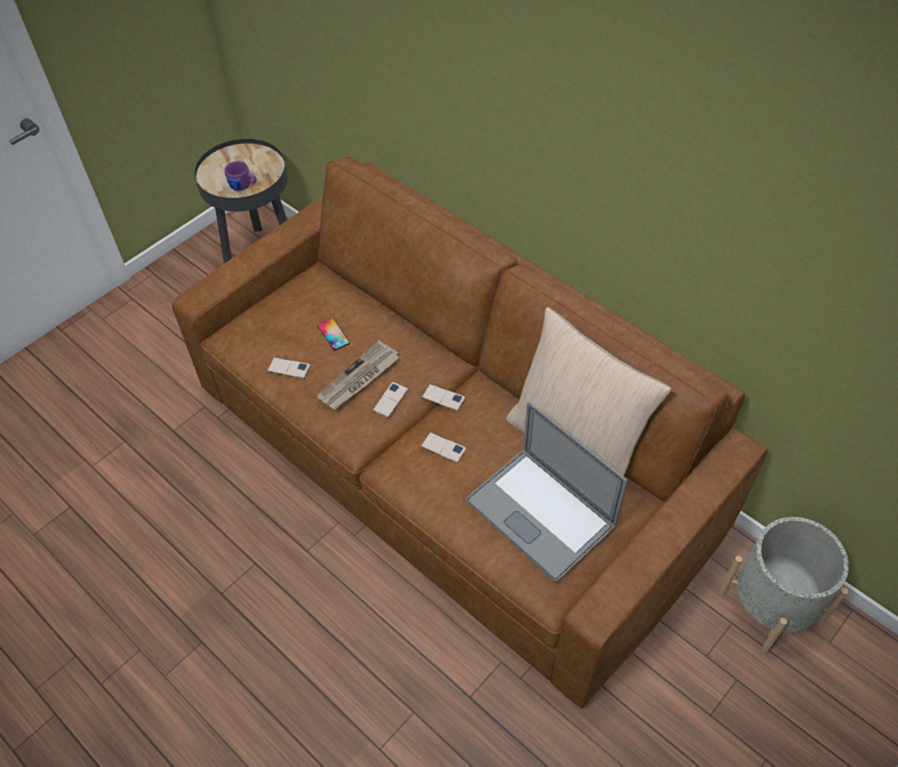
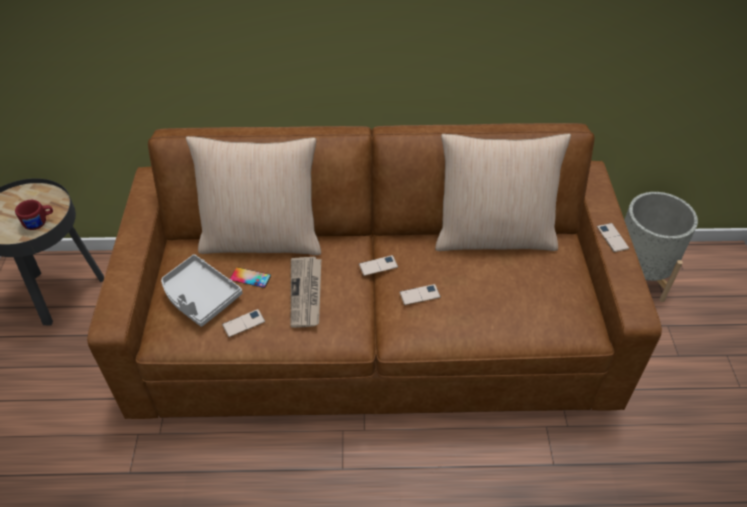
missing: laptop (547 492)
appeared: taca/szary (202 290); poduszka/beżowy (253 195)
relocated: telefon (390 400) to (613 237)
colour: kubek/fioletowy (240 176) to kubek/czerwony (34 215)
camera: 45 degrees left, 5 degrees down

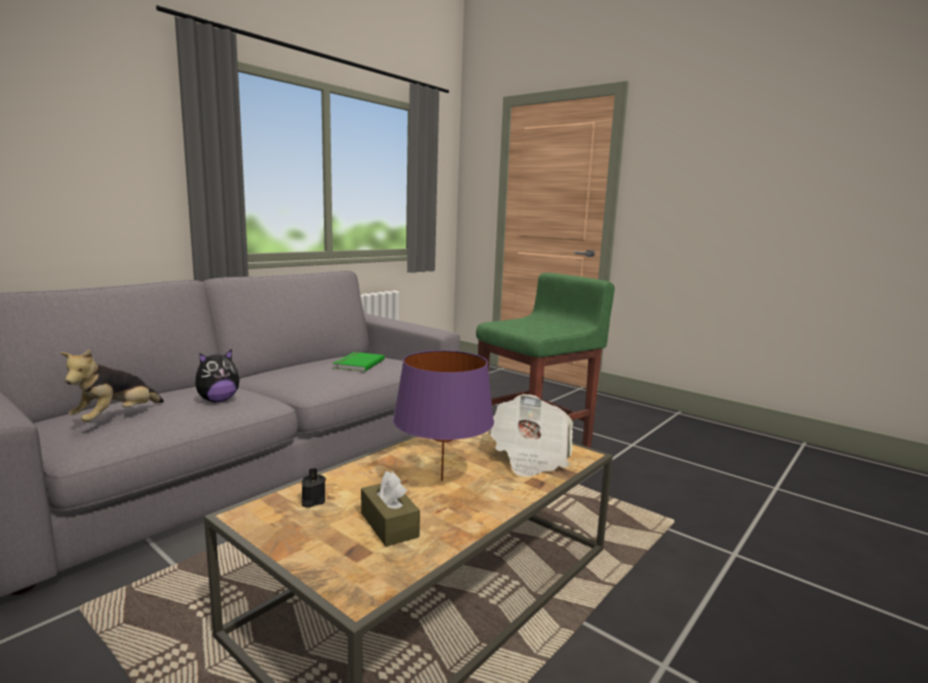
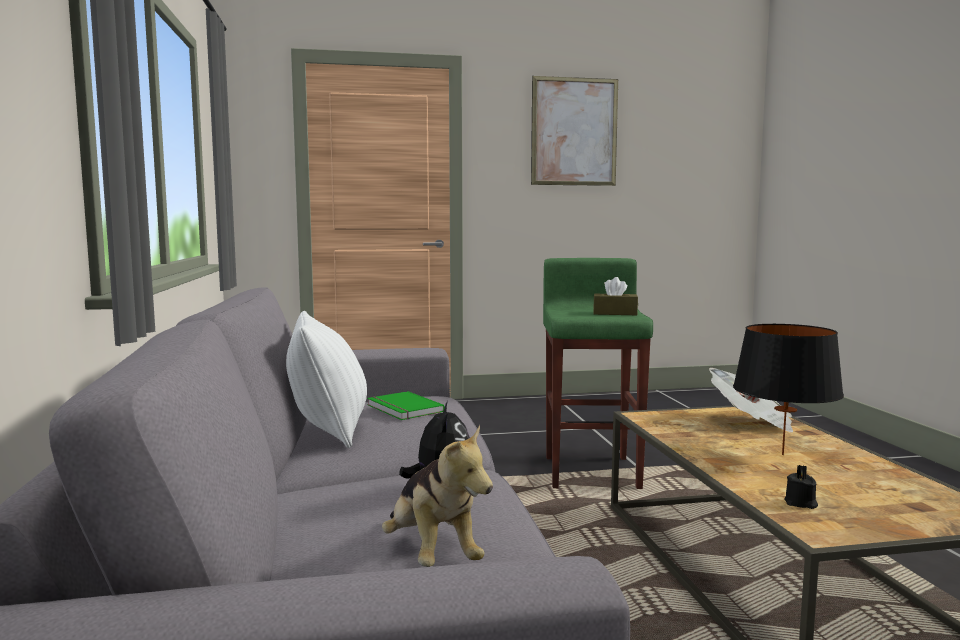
appeared: poduszka/biały (326 379); obraz (574 131)
relocated: pudełko chusteczek/brązowy (390 509) to (615 296)
colour: lampa stołowa/fioletowy (443 415) to lampa stołowa/czarny (788 389)
camera: 50 degrees left, 5 degrees down

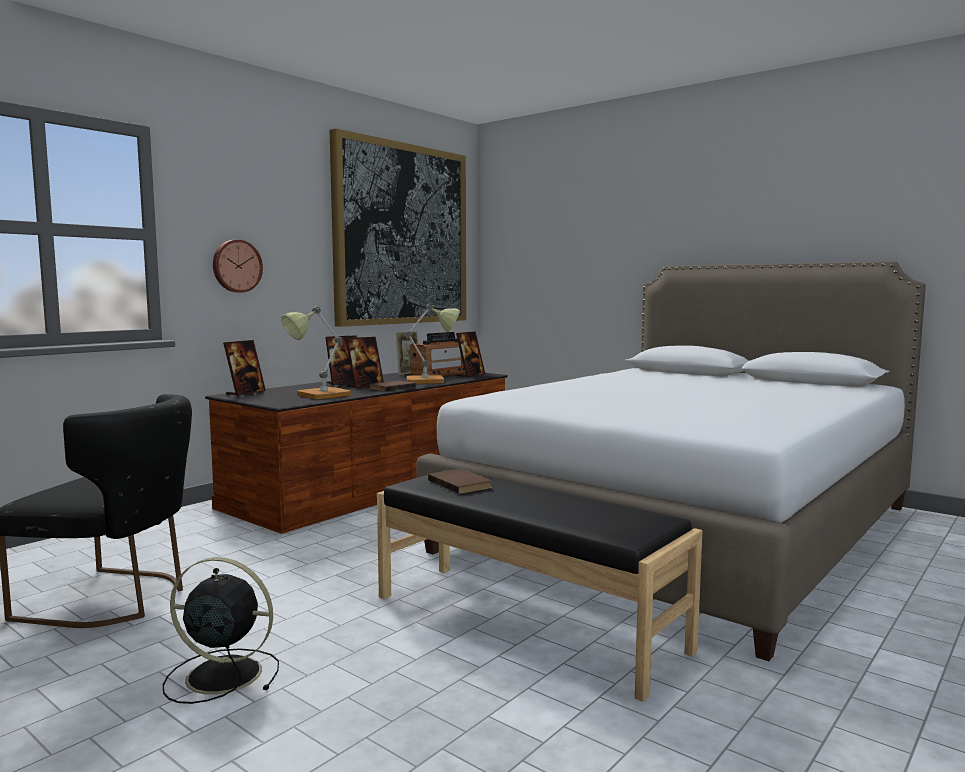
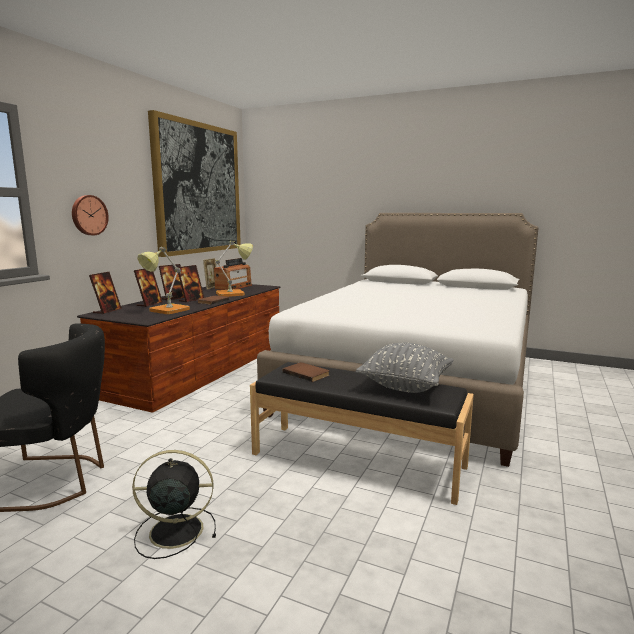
appeared: poduszka/szary (404 368)
relocated: ramka na zdjęcie (470 354) to (148 288)
camera: 15 degrees left, 5 degrees up

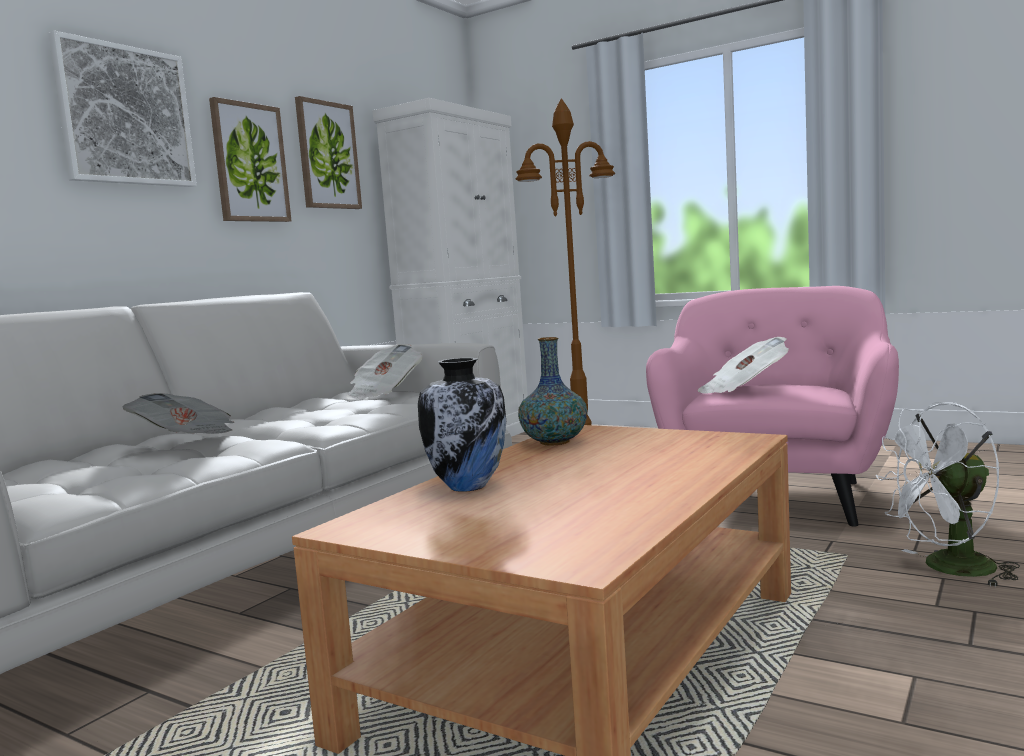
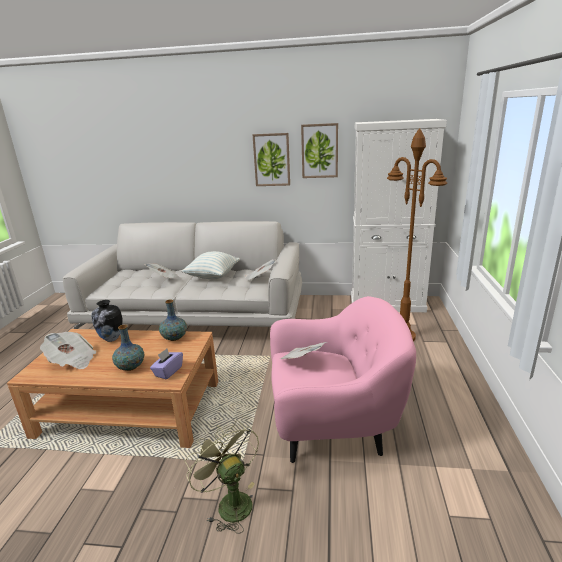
missing: obraz (122 108)
appeared: gazeta (68 350); wazon (128 348); pudełko chusteczek/fioletowy (166 364); poduszka (210 265)
colour: wentylator/biały (948 494) to wentylator/zielony (222 477)
camera: 65 degrees right, 15 degrees up

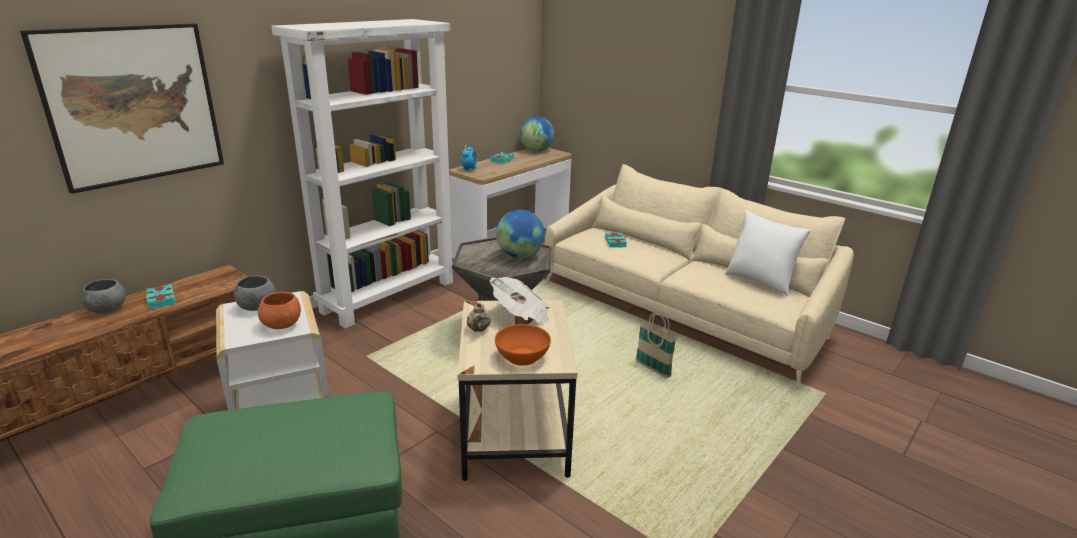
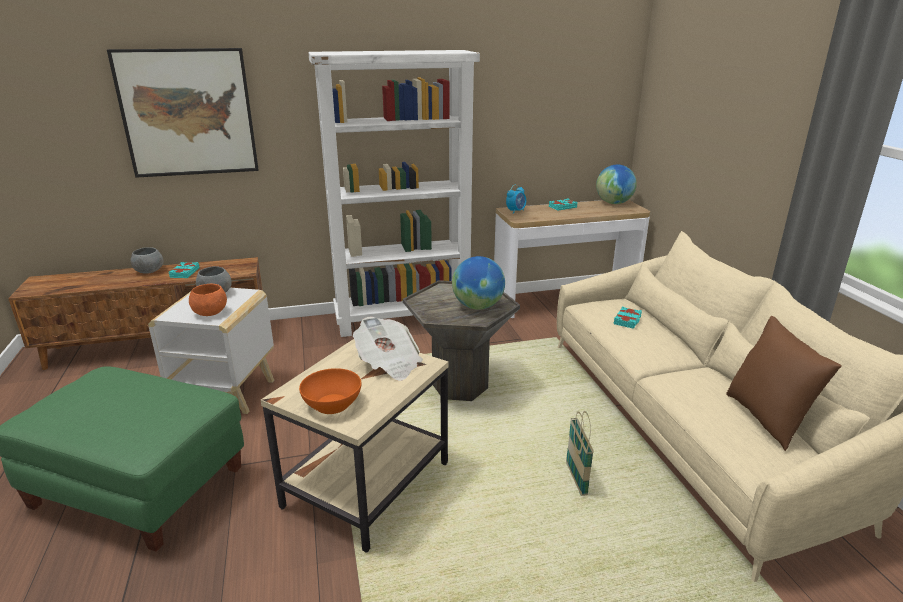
missing: imbryk/beżowy (479 317)
colour: poduszka/biały (768 253) to poduszka/brązowy (784 383)
camera: 35 degrees right, 0 degrees up

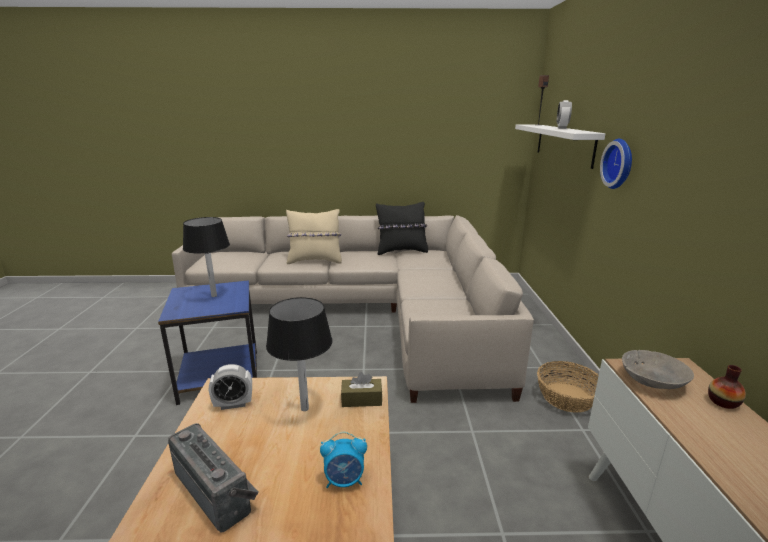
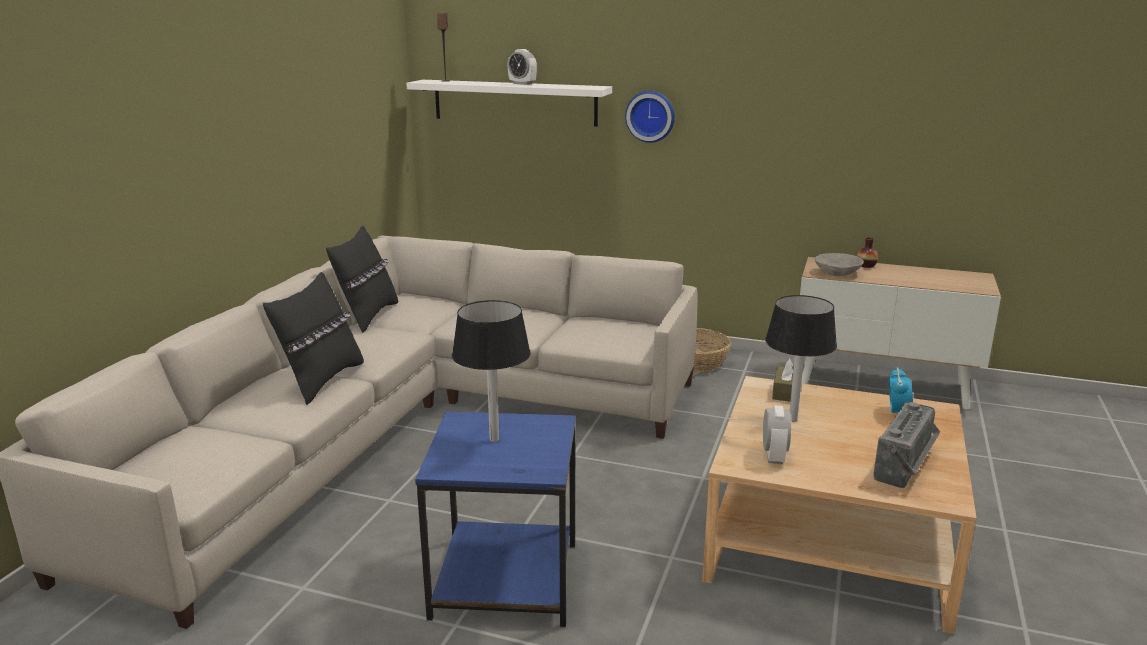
colour: poduszka/beżowy (314 236) to poduszka/czarny (313 338)
spun: radio (213 478) = (906 445) 150 degrees clockwise
camera: 70 degrees left, 0 degrees up

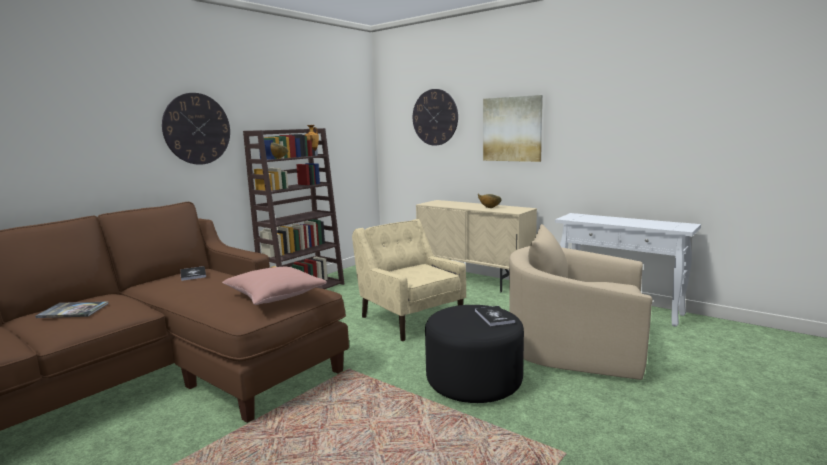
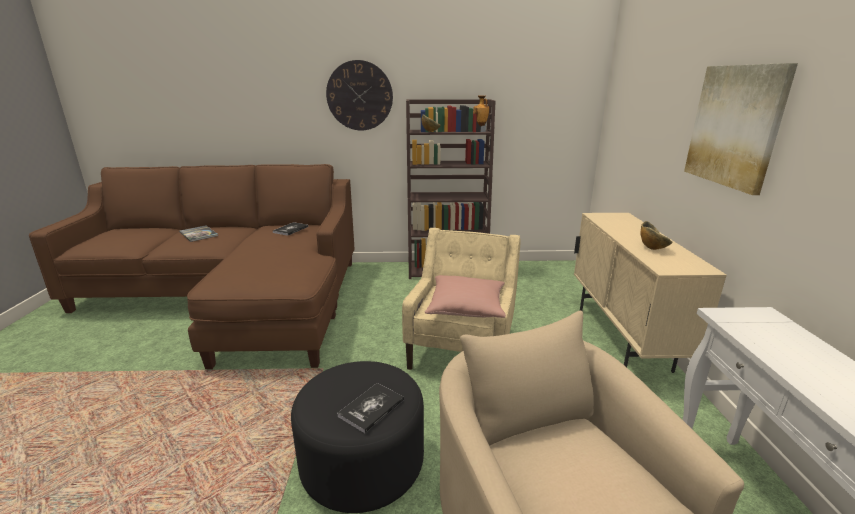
missing: zegar ścienny (435 117)
relocated: poduszka/różowy (274 286) to (465 296)
camera: 50 degrees right, 10 degrees up

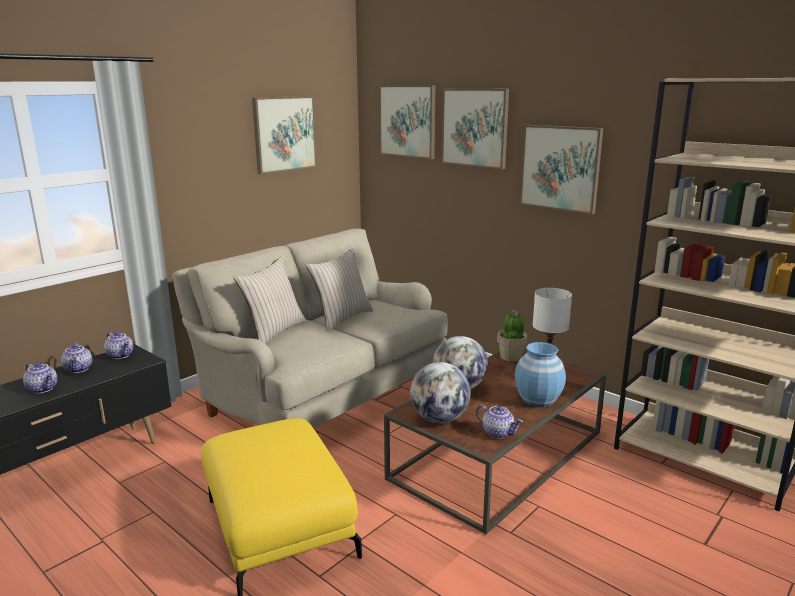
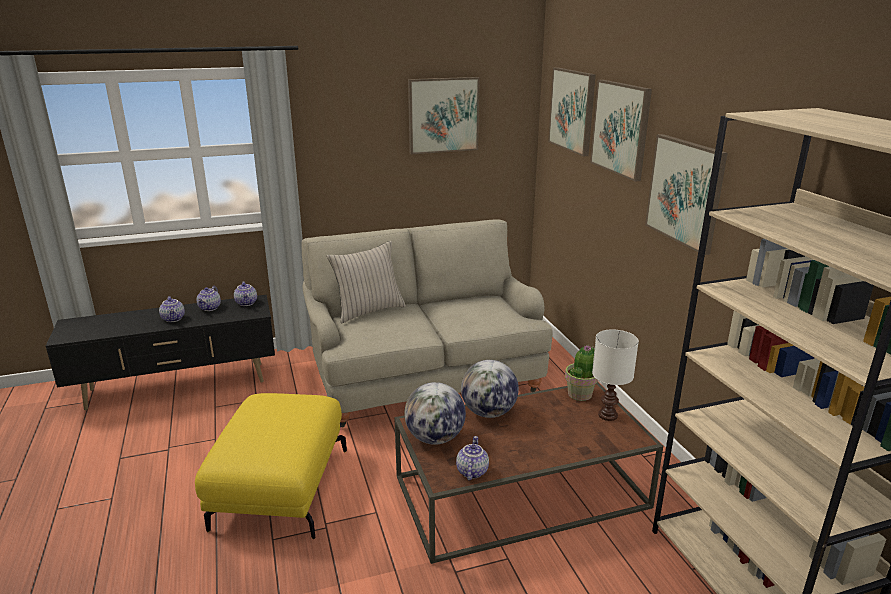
missing: poduszka/beżowy (339 290); wazon/niebieski (540 374)
spun: imbryk (499 422) = (472 458) 150 degrees counterclockwise
camera: 30 degrees right, 5 degrees up

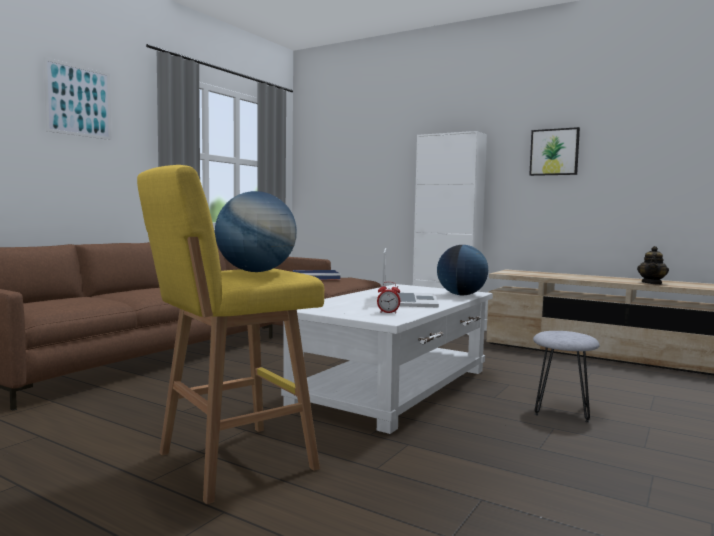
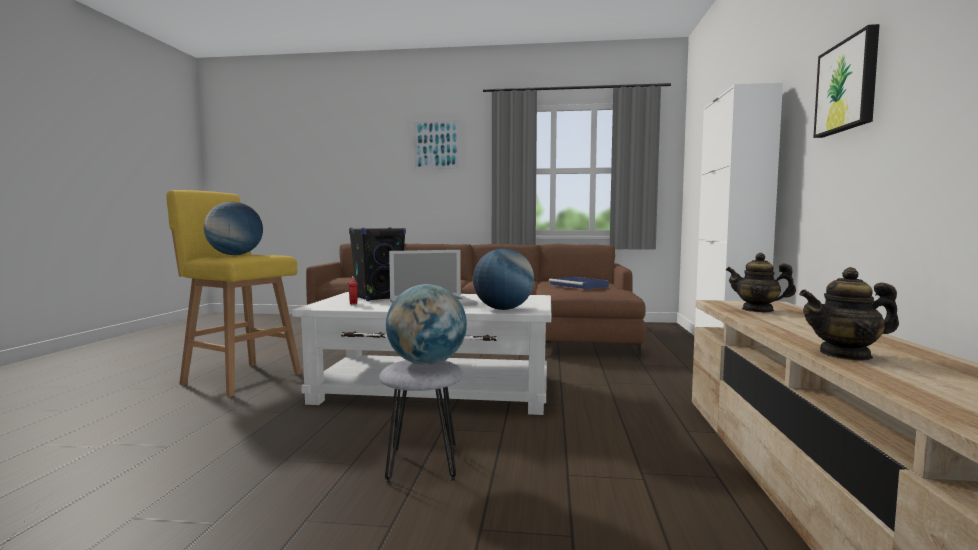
appeared: głośnik/czarny (377 264); globus (426 324); imbryk (761 282)
camera: 65 degrees right, 0 degrees up

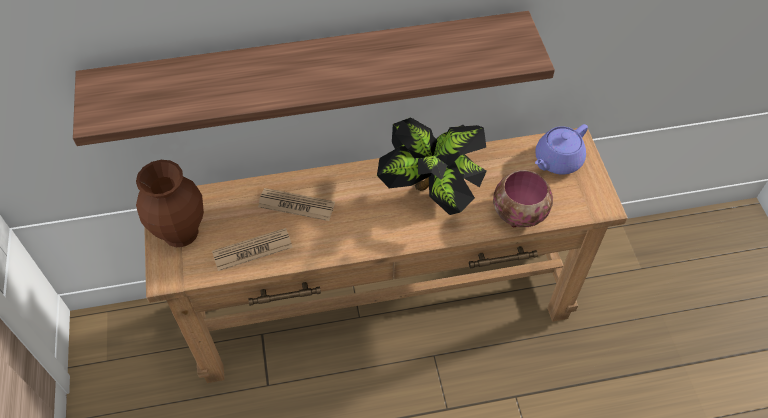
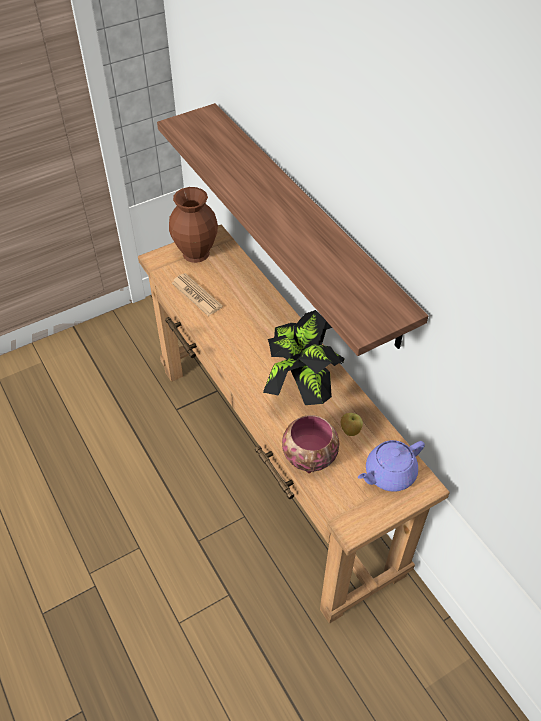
missing: gazeta (296 204)
appeared: jabłko (352 424)
spun: imbryk/fioletowy (561 149) = (391 466) 60 degrees counterclockwise
camera: 70 degrees right, 5 degrees down

